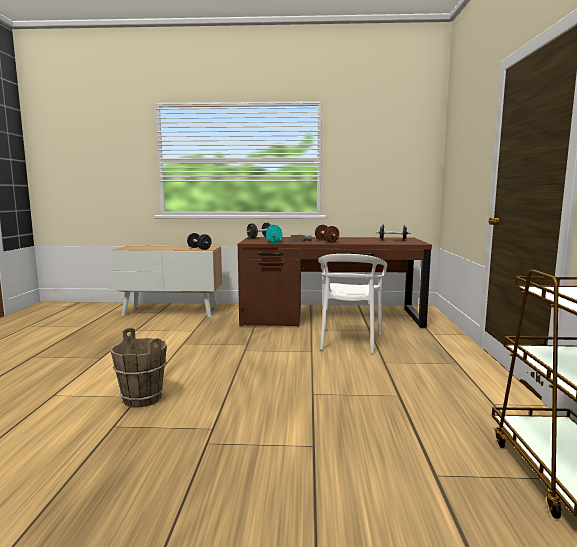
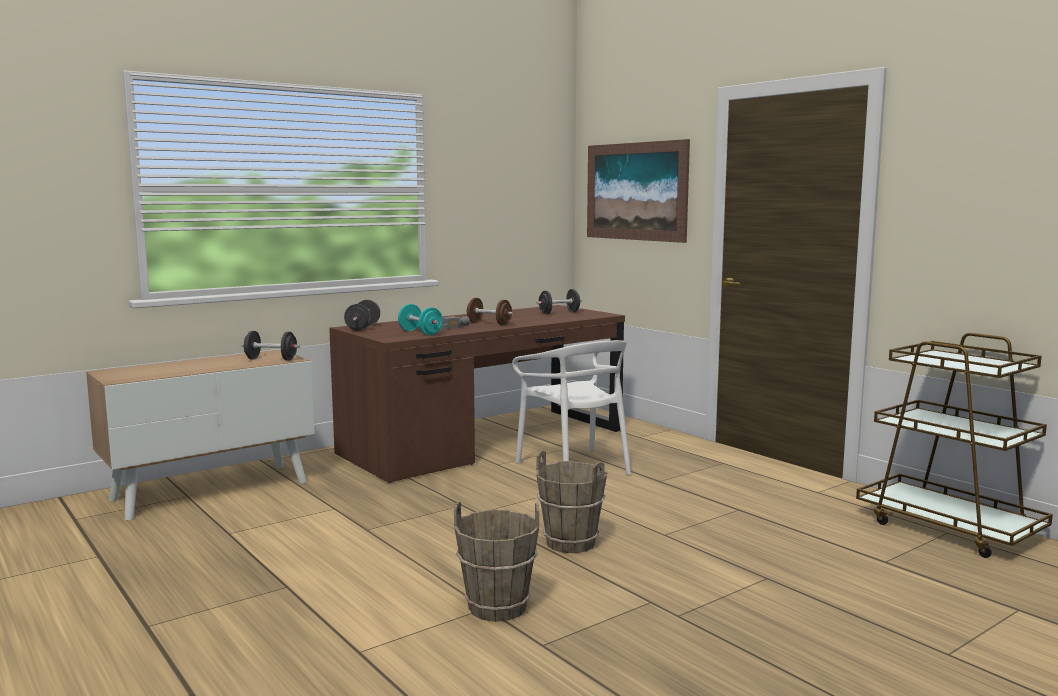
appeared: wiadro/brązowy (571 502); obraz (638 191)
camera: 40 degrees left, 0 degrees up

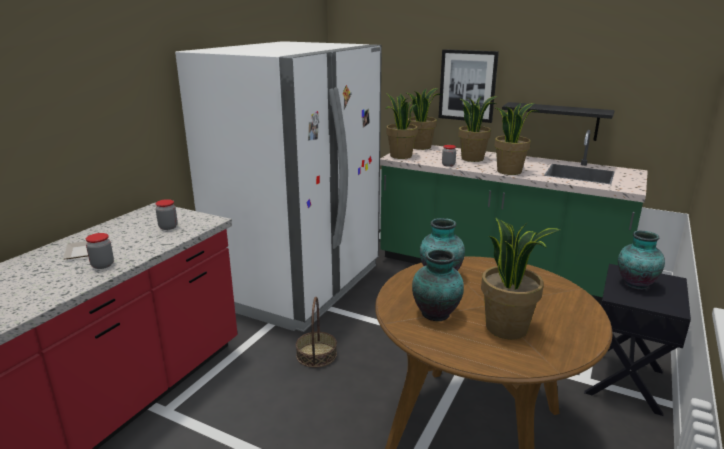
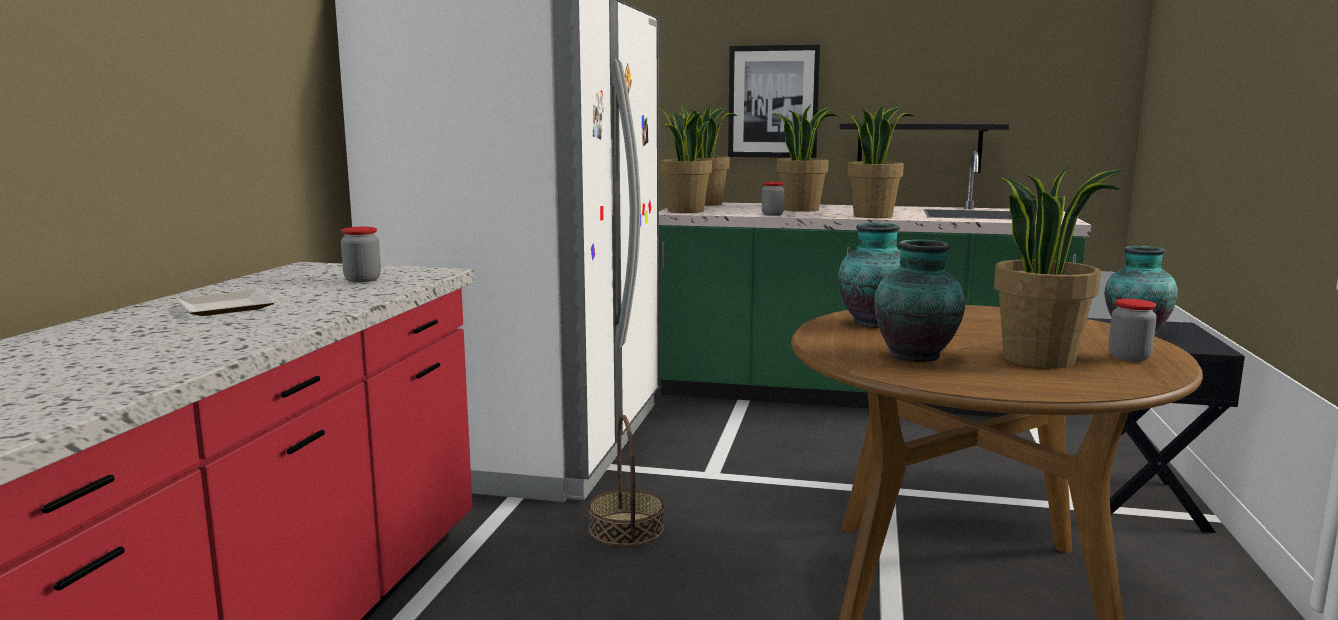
relocated: słoik (100 251) to (1132 330)
camera: 15 degrees left, 10 degrees down

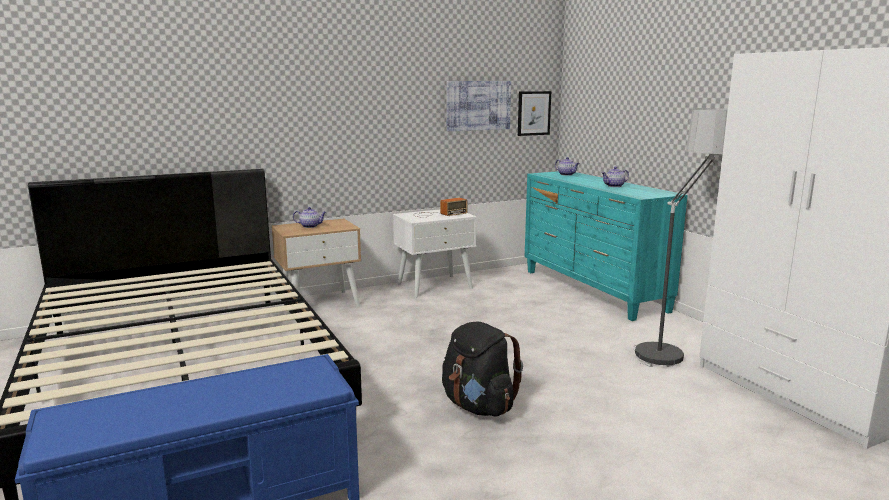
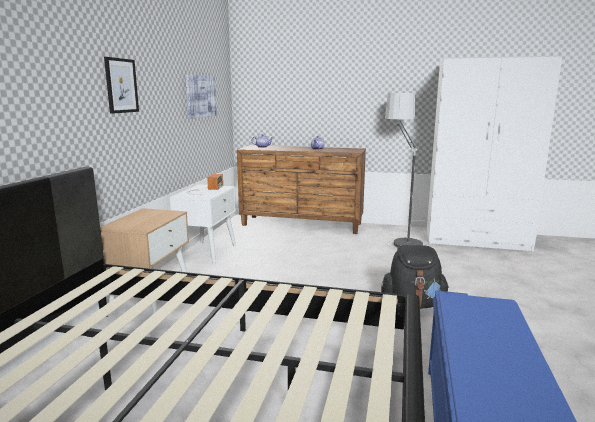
missing: imbryk (309 217)
relocated: obraz (534 113) to (121 85)
colour: komoda/turkusowy (606 246) to komoda/brązowy (301 189)
camera: 50 degrees left, 0 degrees up

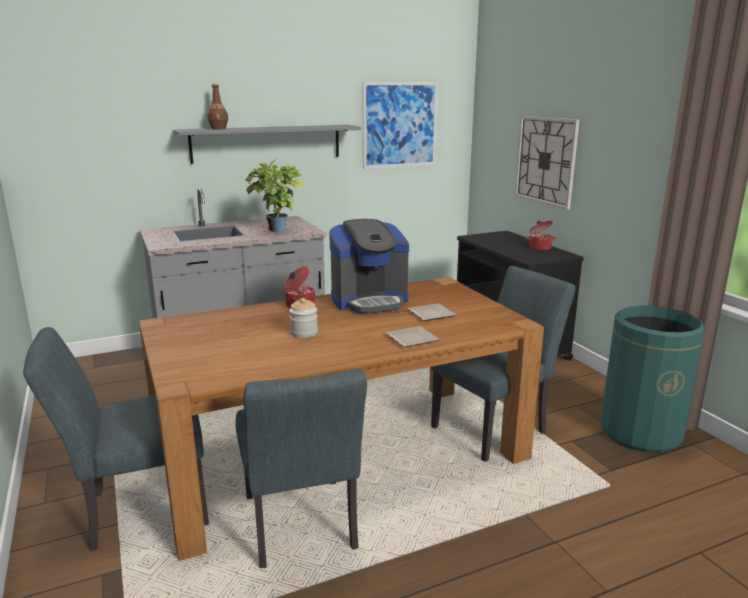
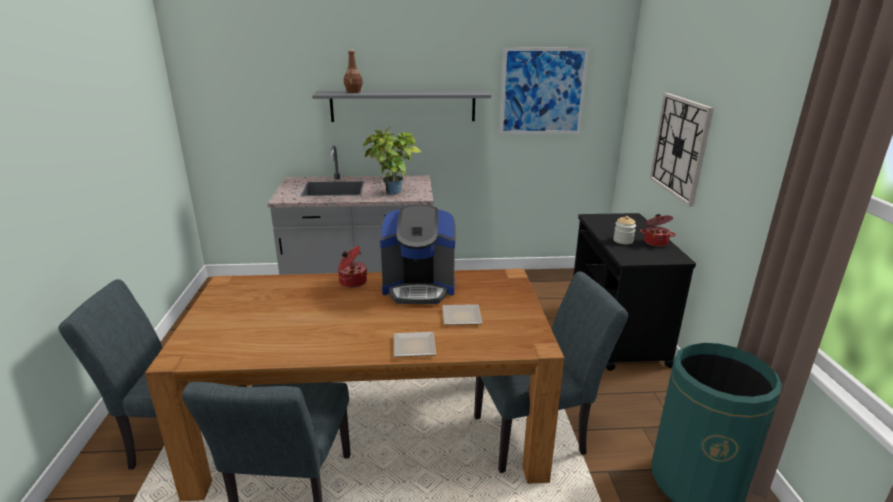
relocated: słoik (303 318) to (624 230)
camera: 20 degrees right, 5 degrees up

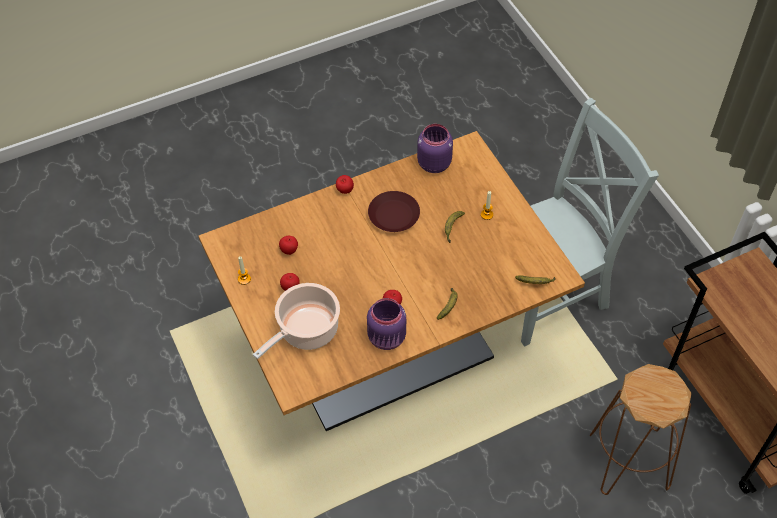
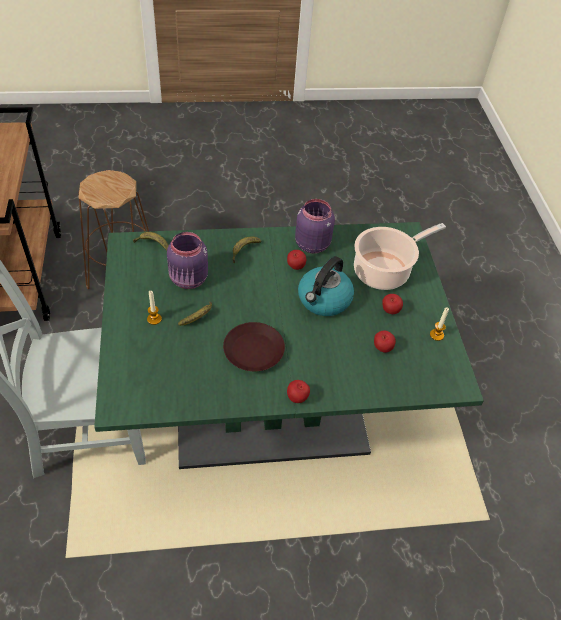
appeared: czajnik (326 286)
relocated: słoik/fioletowy (435 148) to (187 260)
colour: stół jadalny/brązowy (392 281) to stół jadalny/zielony (289 345)
camera: 165 degrees left, 5 degrees down

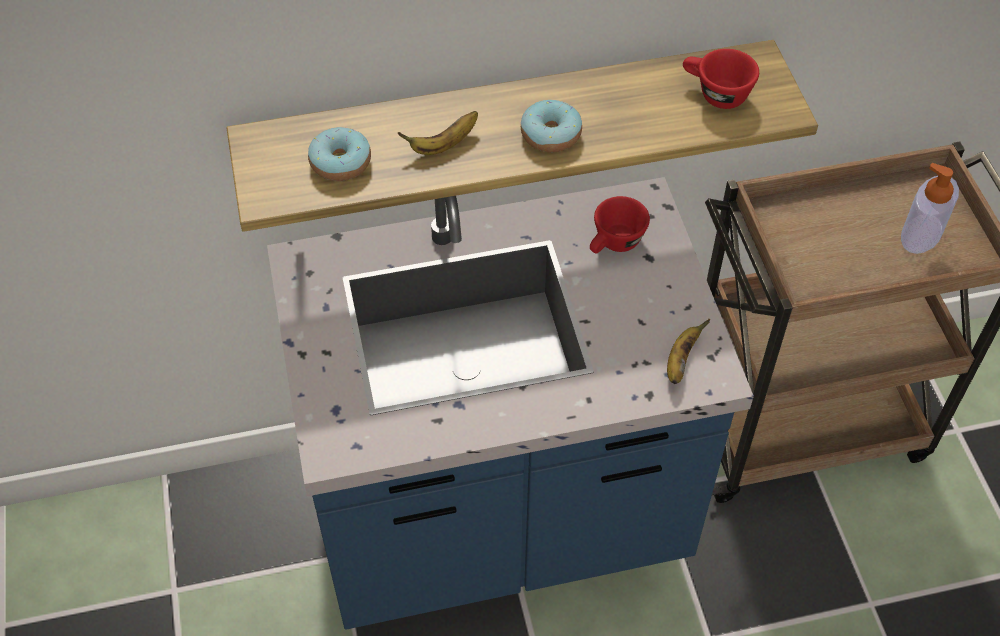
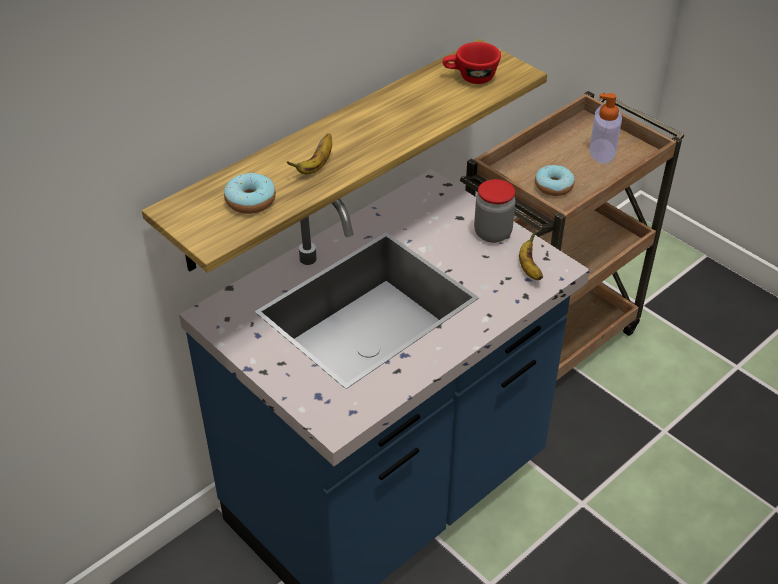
missing: filiżanka/czerwony (620 225)
appeared: słoik (495 211)
relocated: donut (551 126) to (555 180)
camera: 30 degrees left, 10 degrees down

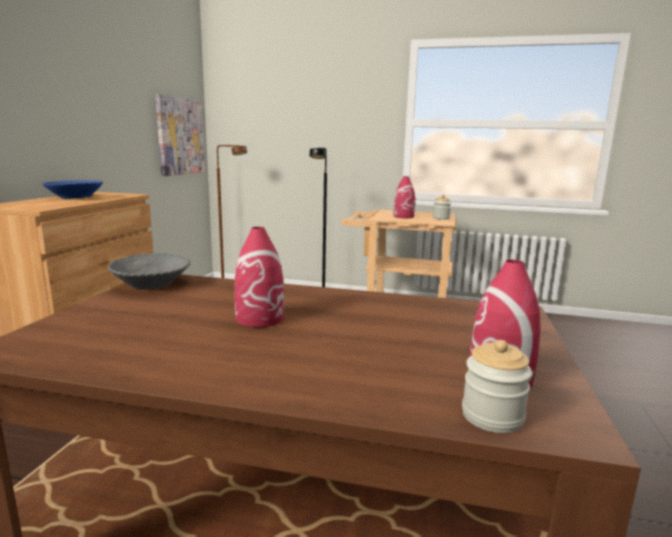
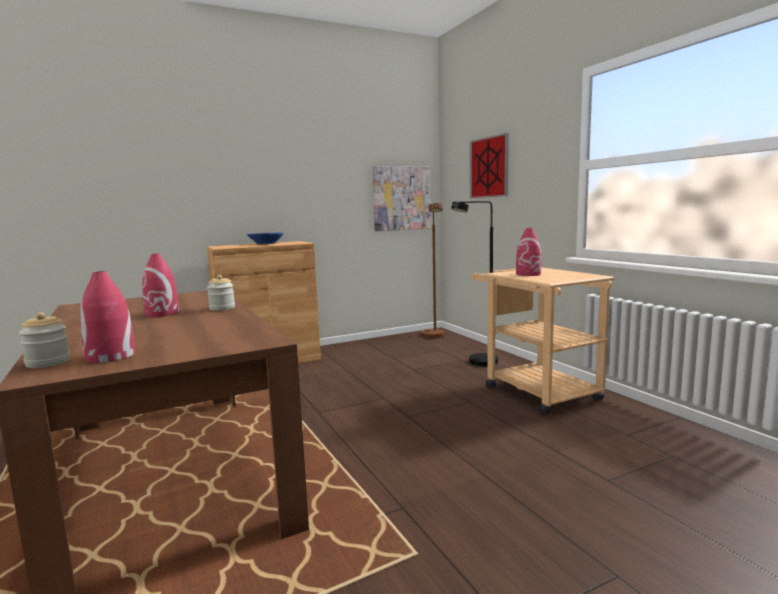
missing: miska/szary (149 271)
appeared: obraz (489 165)
relocated: słoik (442 207) to (221 293)
camera: 50 degrees right, 5 degrees down

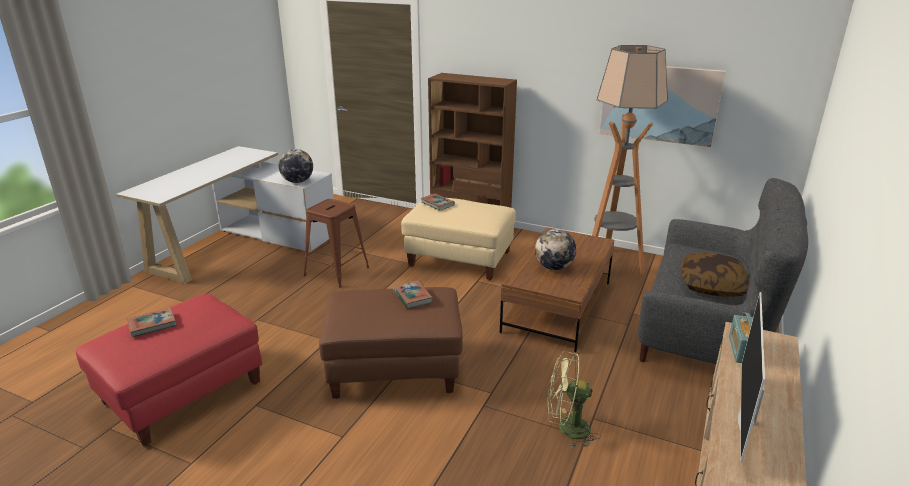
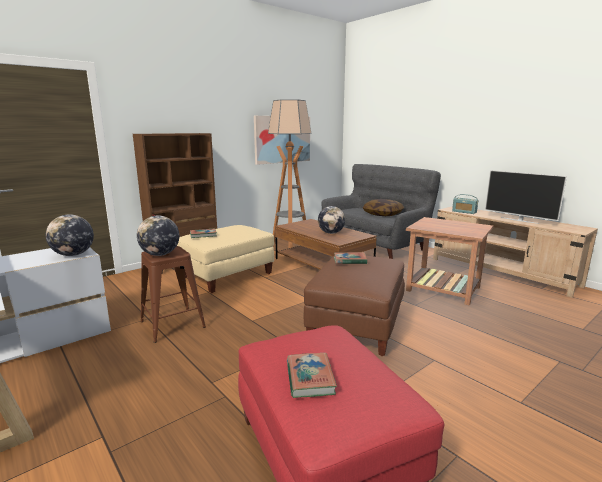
appeared: globus (158 236)
exchanged: wentylator/zielony (574 399) to stolik/brązowy (449 261)
camera: 65 degrees left, 10 degrees down

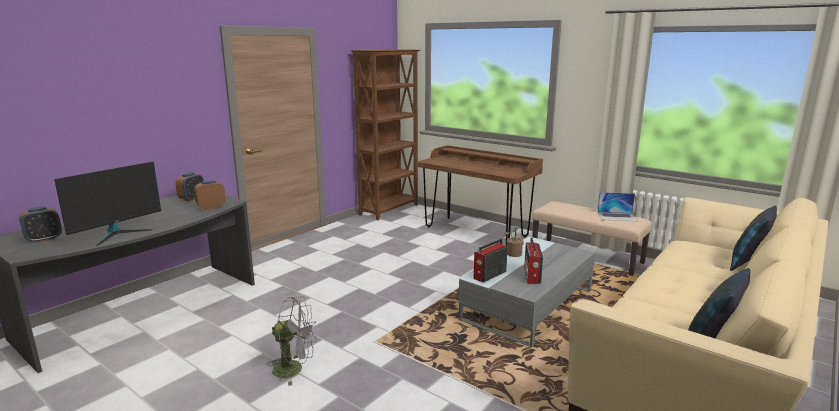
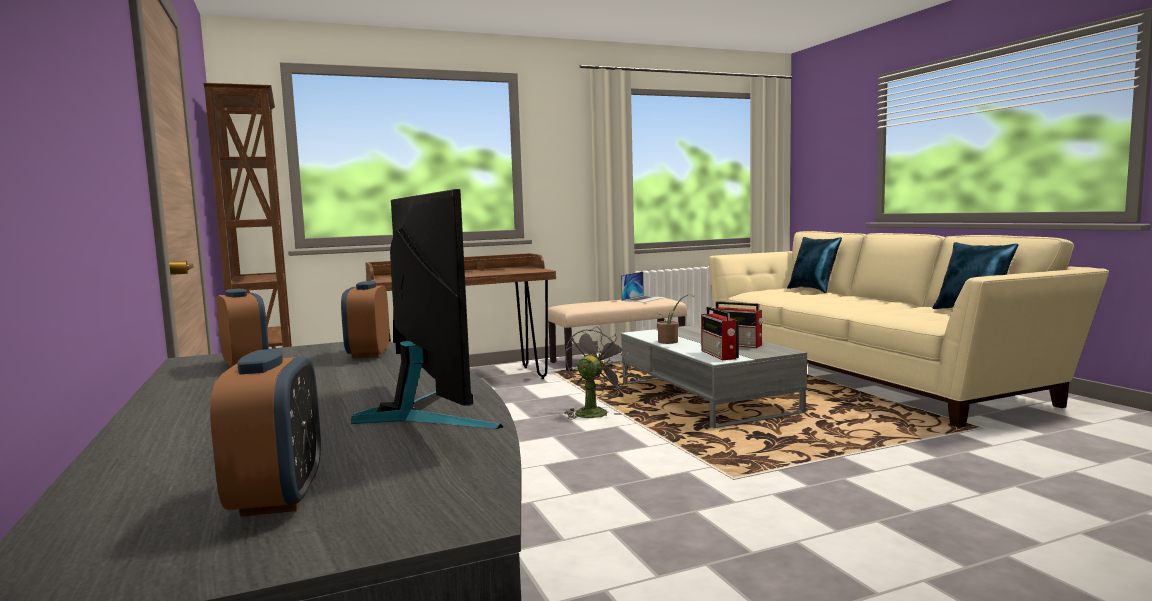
relocated: wentylator/szary (291 341) to (597 373)
camera: 60 degrees left, 10 degrees down

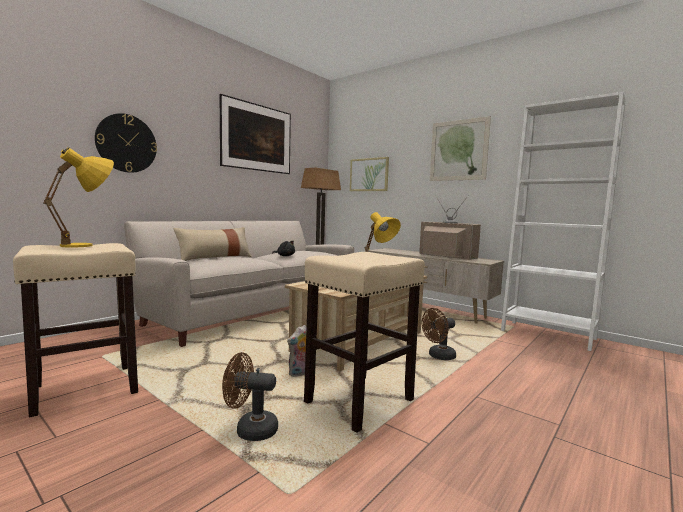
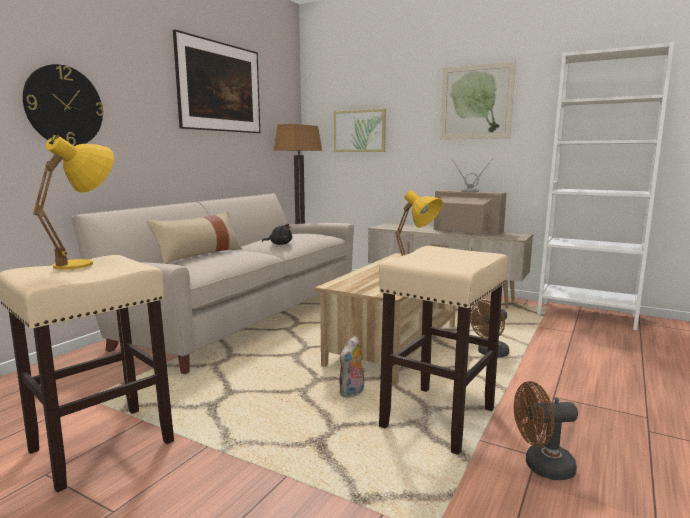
relocated: wentylator/brązowy (250 396) to (546 430)
camera: 10 degrees left, 5 degrees up

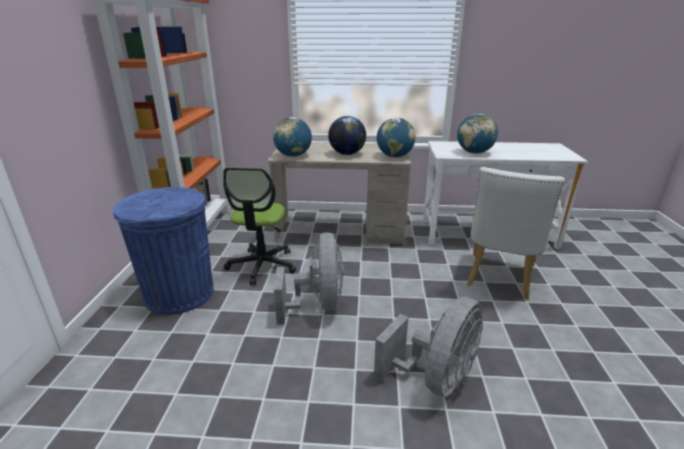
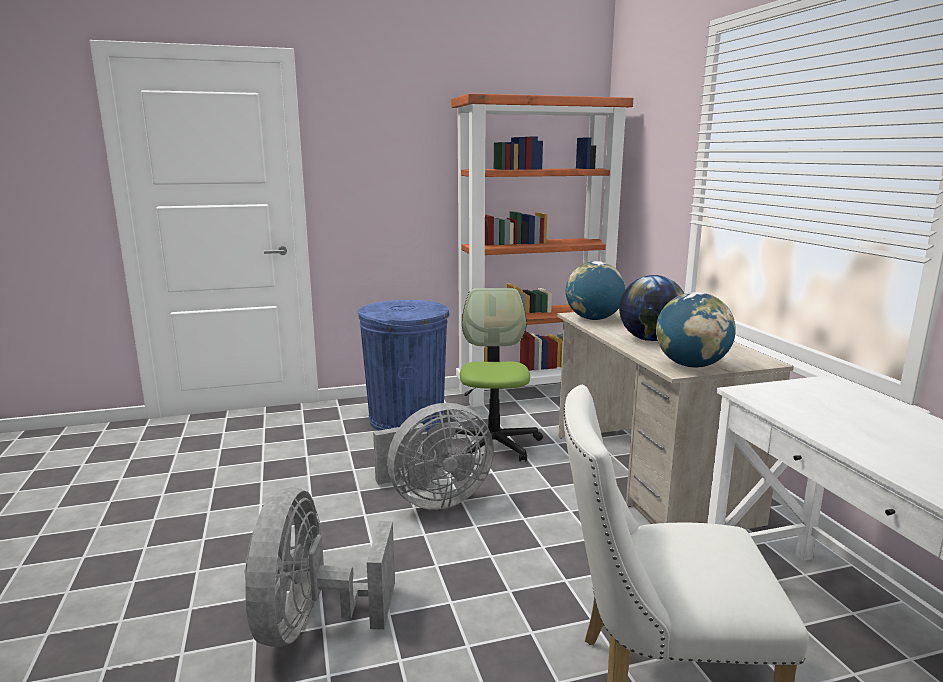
missing: globus (477 134)
spun: krzesło biurowe (259 226) = (498 374) 105 degrees clockwise; wentylator/szary (428 347) = (319 567) 75 degrees clockwise
camera: 70 degrees right, 10 degrees down

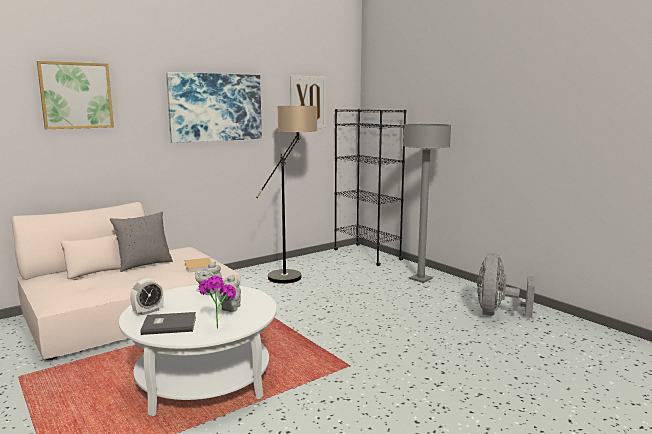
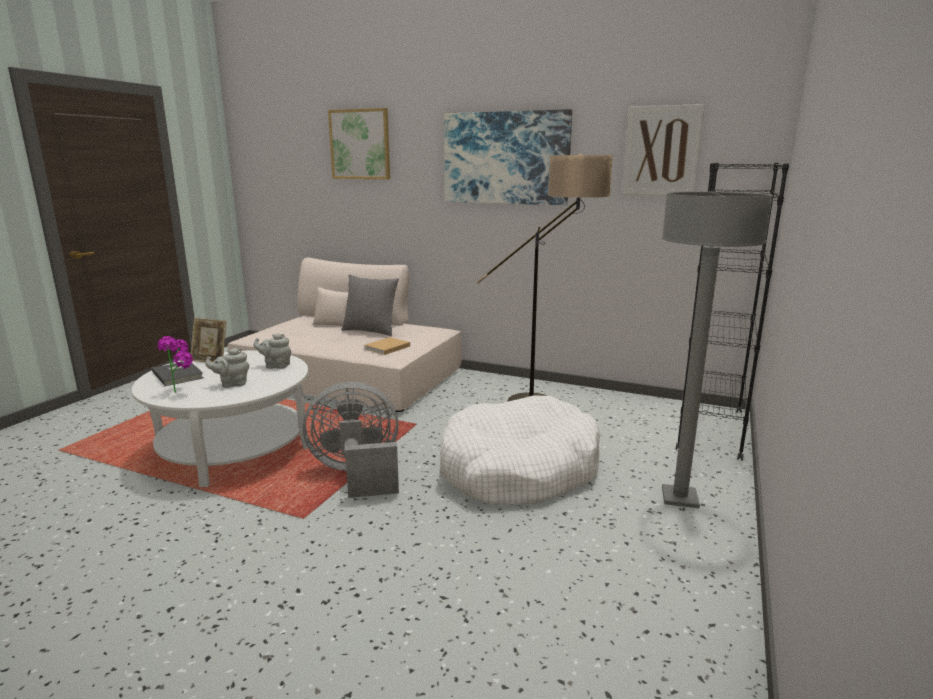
appeared: legowisko/biały (519 450)
relocated: wentylator/szary (506 285) to (351 440)
exchanged: budzik (147 296) to ramka na zdjęcie (208 340)
camera: 60 degrees right, 5 degrees up

